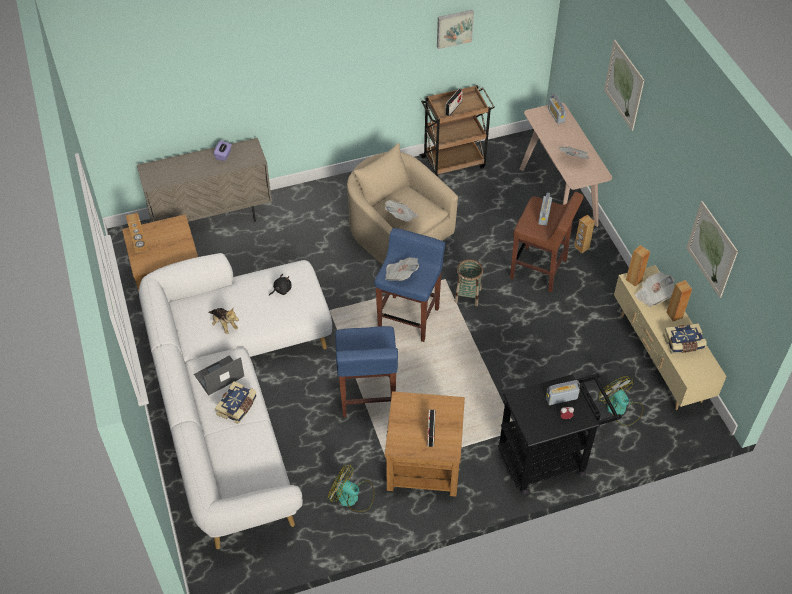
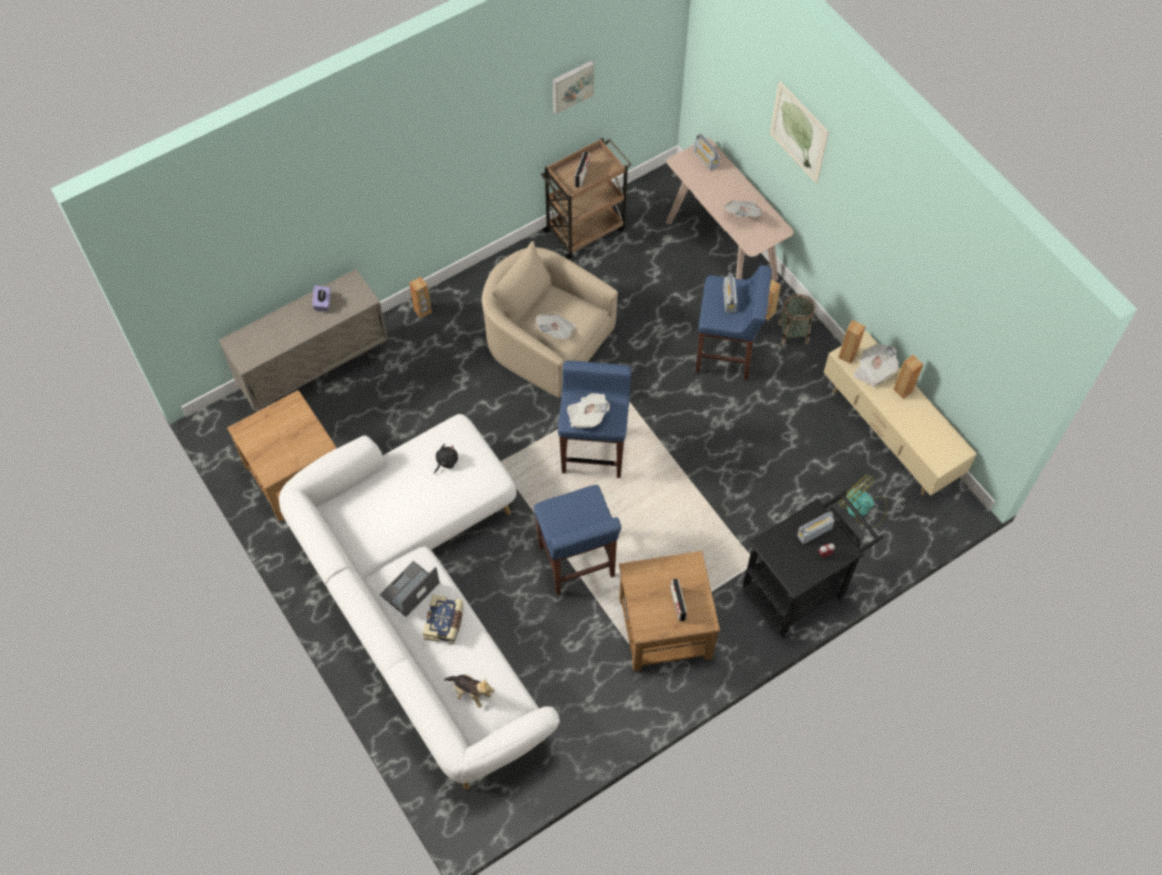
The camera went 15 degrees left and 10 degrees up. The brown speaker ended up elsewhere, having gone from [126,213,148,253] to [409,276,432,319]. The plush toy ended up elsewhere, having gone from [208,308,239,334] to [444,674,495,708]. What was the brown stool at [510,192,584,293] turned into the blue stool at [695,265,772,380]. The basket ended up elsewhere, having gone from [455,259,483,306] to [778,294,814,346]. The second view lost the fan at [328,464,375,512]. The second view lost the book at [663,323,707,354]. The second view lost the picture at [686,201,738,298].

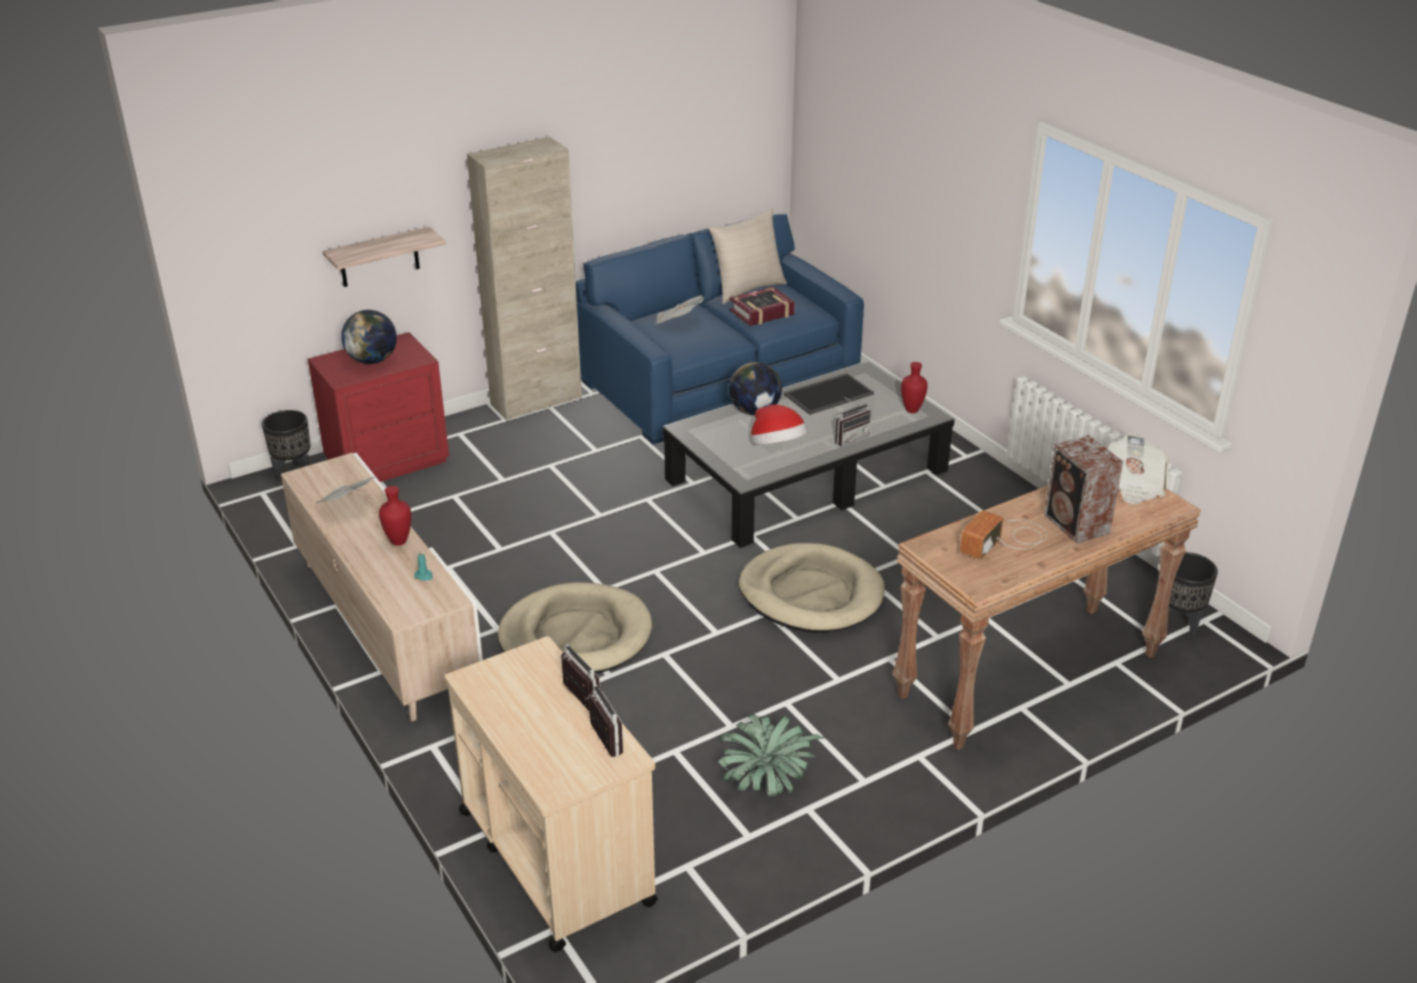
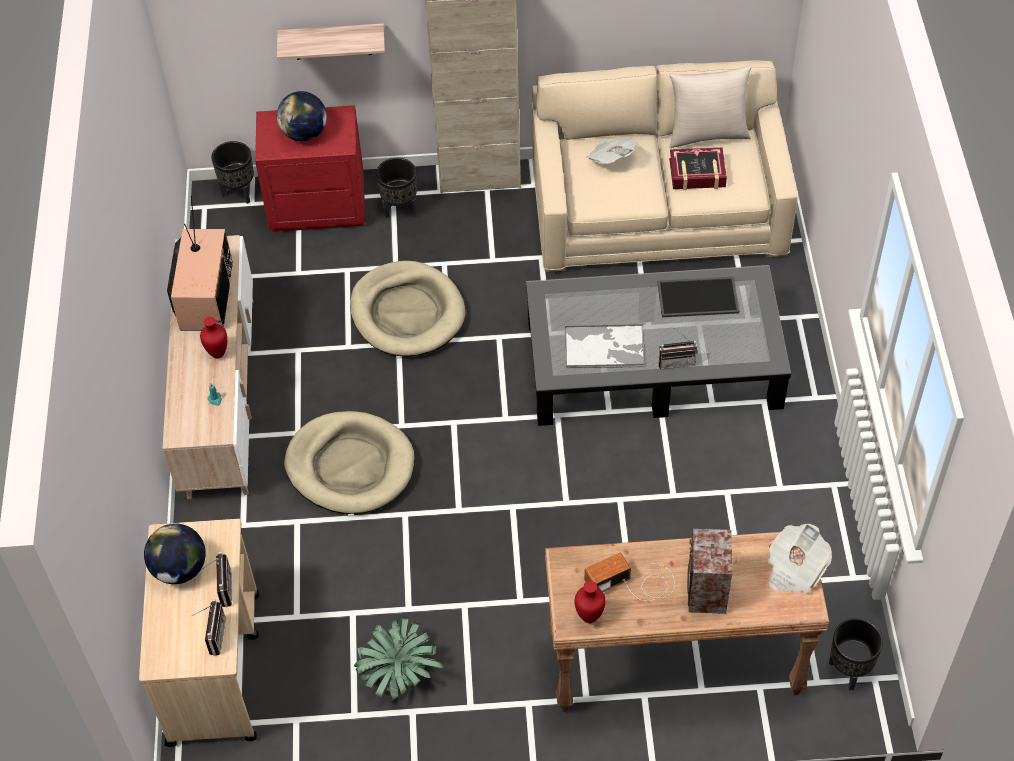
The camera went 30 degrees right and 20 degrees up. The globe ended up elsewhere, having gone from [729,362,782,415] to [144,523,206,584]. Where the newspaper stood at [318,476,377,503], the television came to stand at [167,196,233,331]. The beige dog bed ended up elsewhere, having gone from [739,543,885,632] to [350,261,465,356]. The second view gained the black planter at [376,158,417,218]. What was the blue sofa at [576,214,864,445] turned into the beige sofa at [532,60,798,272]. Where the hat stood at [751,405,808,445], the tray came to stand at [565,324,645,368]. The red vase ended up elsewhere, having gone from [901,362,928,413] to [574,581,605,623].

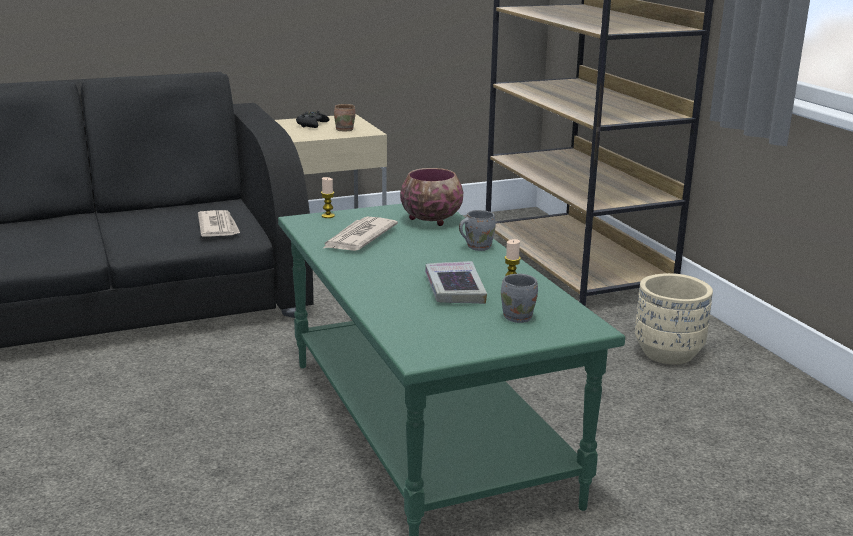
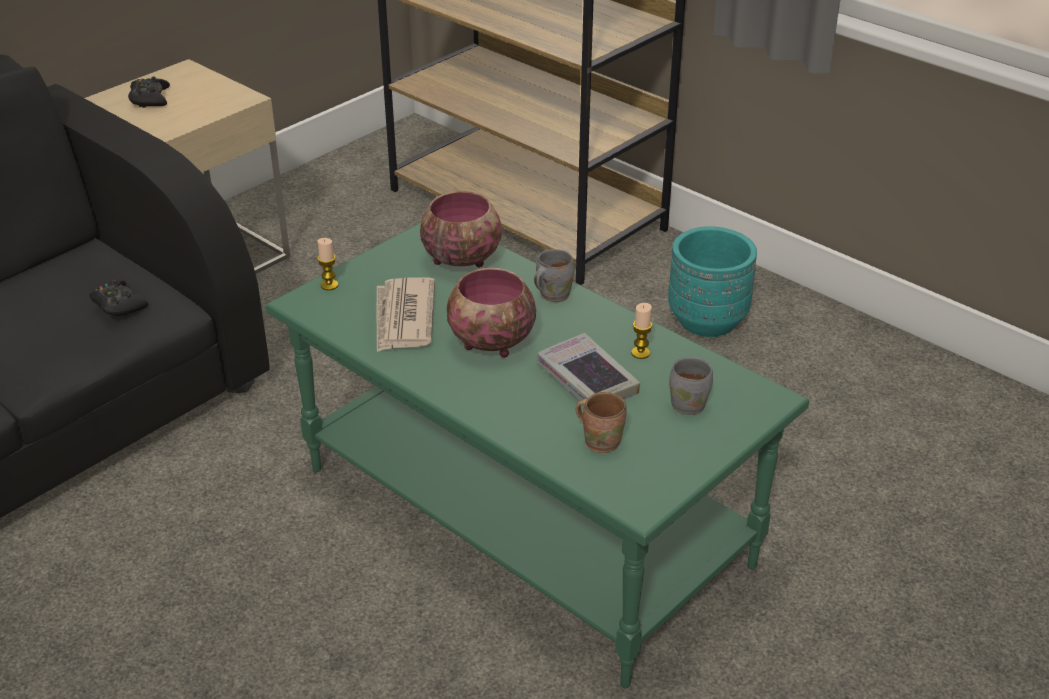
The camera went 25 degrees left and 15 degrees up. Where the newspaper stood at [198,210,240,236], the black game controller came to stand at [89,280,148,317]. The second view gained the bowl at [447,268,536,358]. The brown mug ended up elsewhere, having gone from [334,104,356,132] to [575,392,626,453]. What was the beige planter at [635,273,713,365] turned into the turquoise planter at [668,226,757,337].

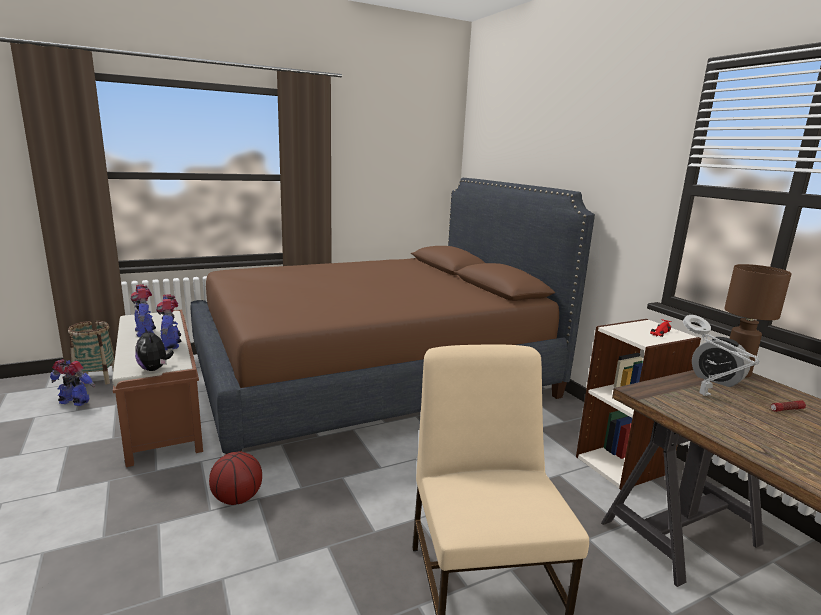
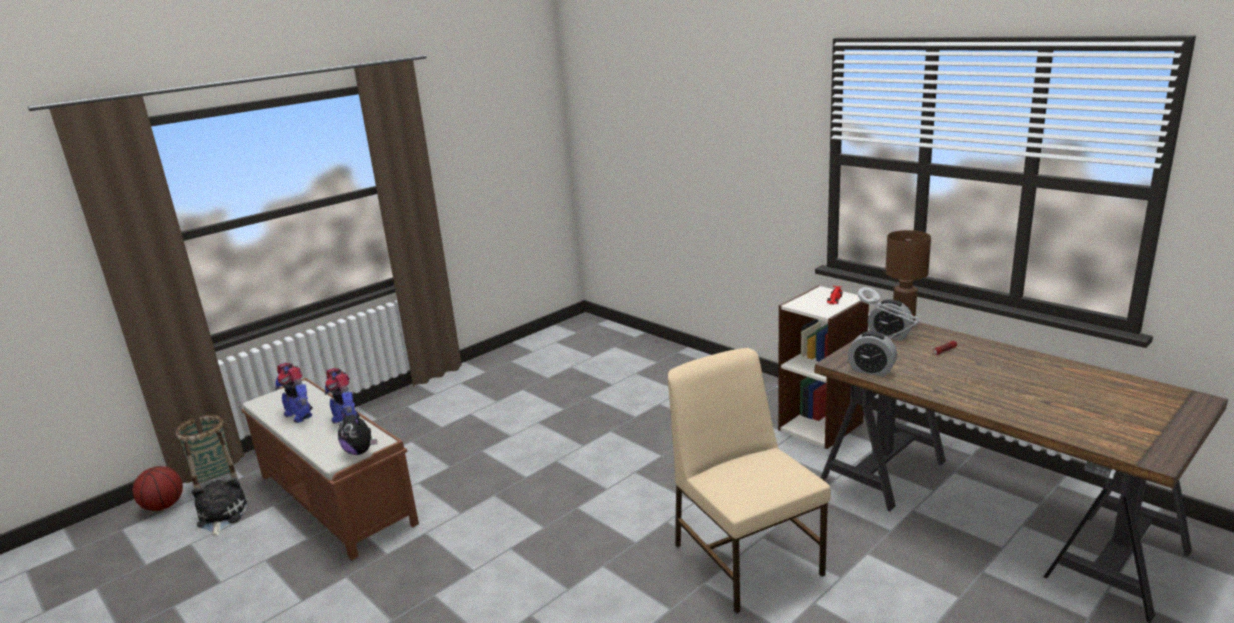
The camera went 15 degrees left and 5 degrees up. The basketball ended up elsewhere, having gone from [209,451,262,505] to [132,466,183,511]. Where the toy robot stood at [50,359,96,406], the plush toy came to stand at [192,478,247,537]. The second view gained the alarm clock at [848,332,897,376]. The second view lost the brown bed at [190,178,595,454].

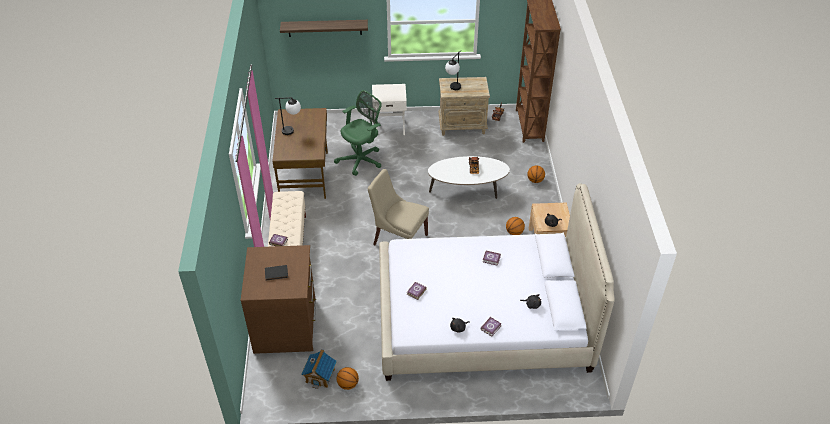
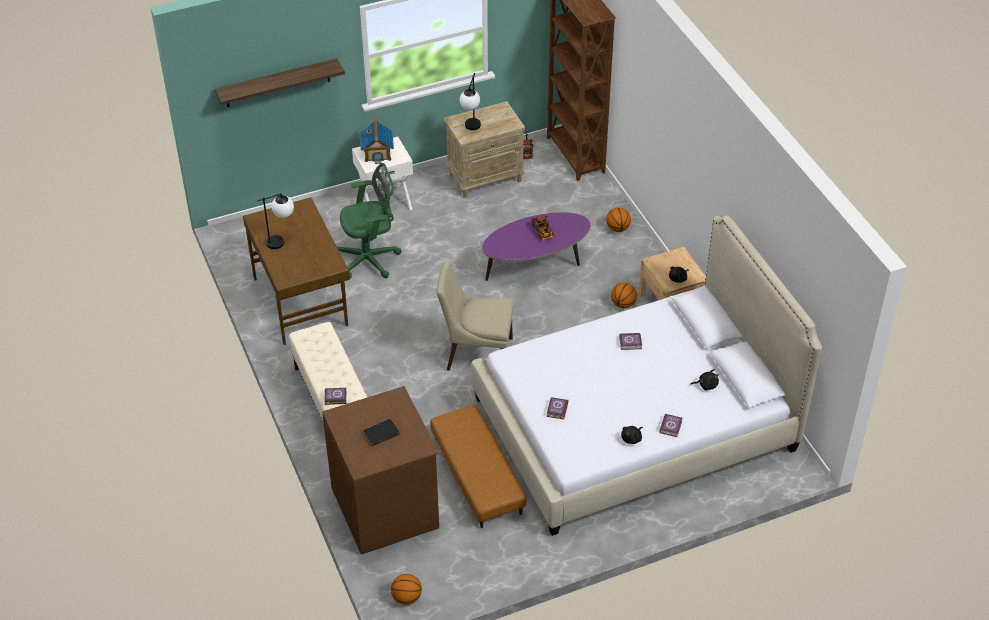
The camera went 20 degrees left and 0 degrees up. The green office chair at [334,90,382,176] ended up facing another way, 45 degrees clockwise from before. The toy house ended up elsewhere, having gone from [301,349,337,389] to [360,119,394,164]. The basketball ended up elsewhere, having gone from [337,367,359,390] to [391,574,422,605]. The second view gained the brown ottoman at [430,405,527,528]. What was the white coffee table at [428,156,510,199] turned into the purple coffee table at [482,212,590,281].

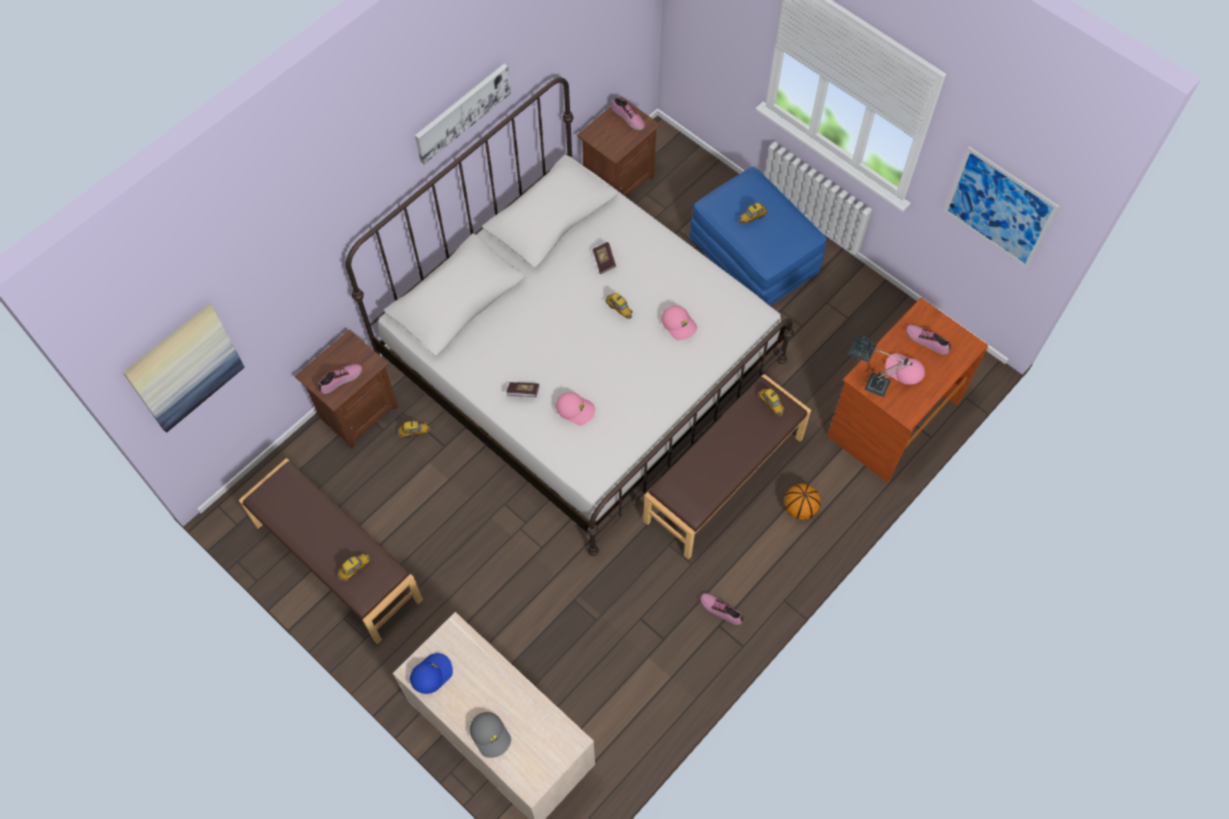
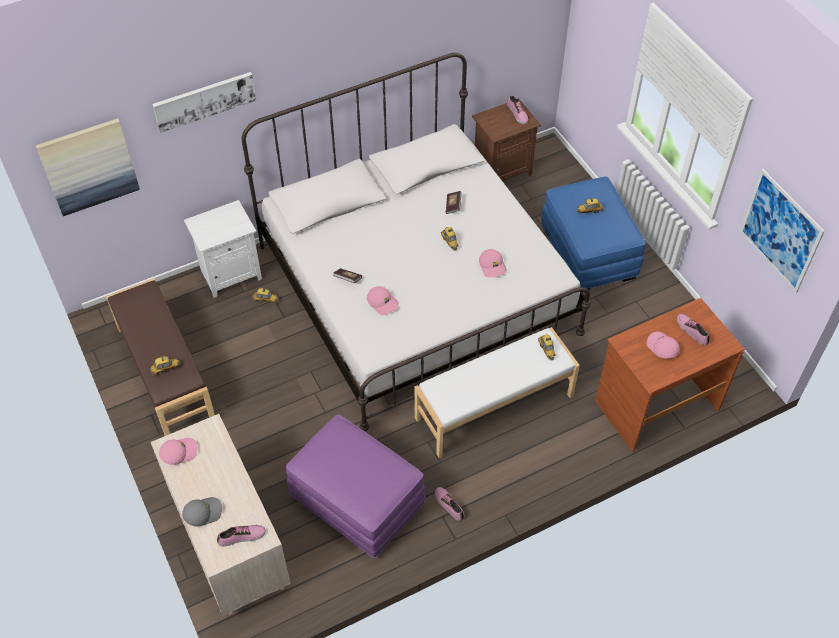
The camera went 20 degrees right and 10 degrees down. The picture ended up elsewhere, having gone from [415,64,511,164] to [152,72,256,133]. What was the blue cap at [410,653,453,694] turned into the pink cap at [159,438,197,465]. The grey cap at [470,712,511,758] ended up facing another way, 105 degrees counterclockwise from before. What was the brown nightstand at [295,329,398,449] turned into the white nightstand at [184,200,262,298]. The shoe ended up elsewhere, having gone from [318,364,362,394] to [217,525,266,547]. The second view gained the purple ottoman at [286,414,425,559]. What was the brown bench at [643,374,811,560] turned into the white bench at [414,327,580,458]. The second view lost the basketball at [784,483,821,520]. The second view lost the table lamp at [849,336,913,397].

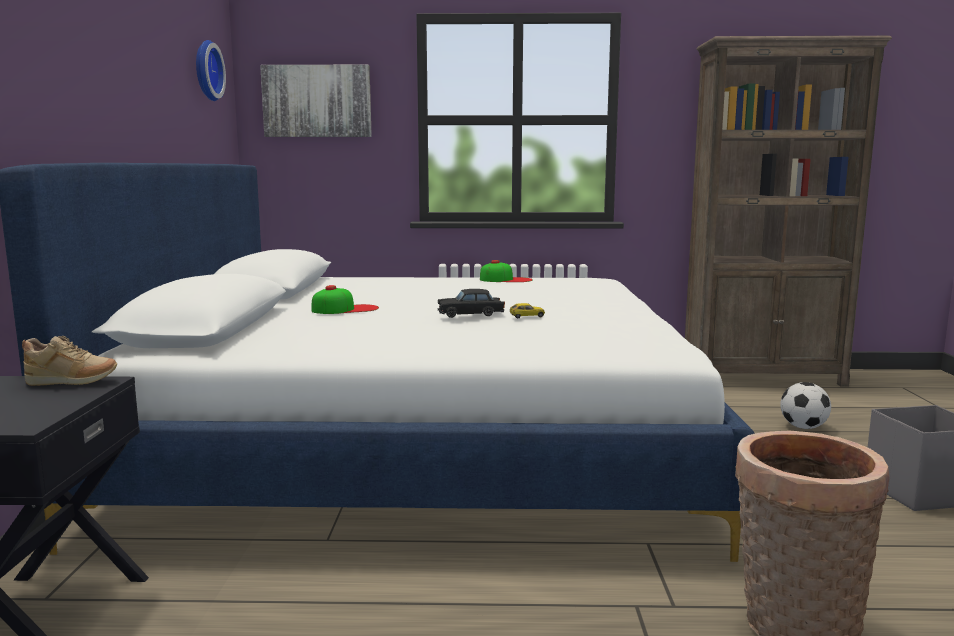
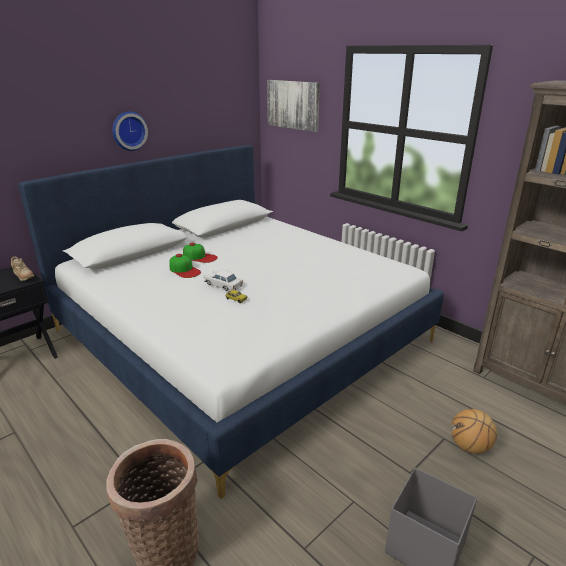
The camera went 45 degrees right and 15 degrees up. The wall clock ended up elsewhere, having gone from [196,40,226,101] to [112,111,148,151]. The cap ended up elsewhere, having gone from [480,260,533,282] to [169,254,201,278]. What was the black toy car at [438,289,505,318] turned into the white toy car at [204,270,243,291]. Where the football stood at [780,382,831,429], the basketball came to stand at [451,409,497,454].

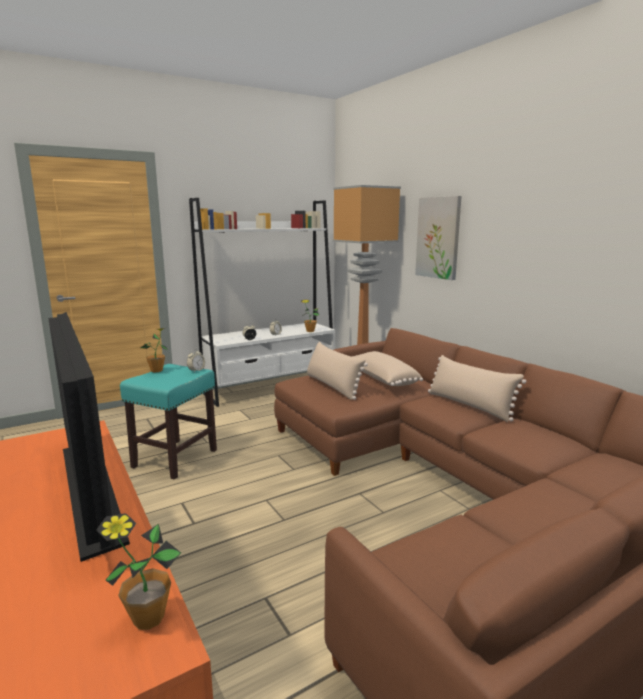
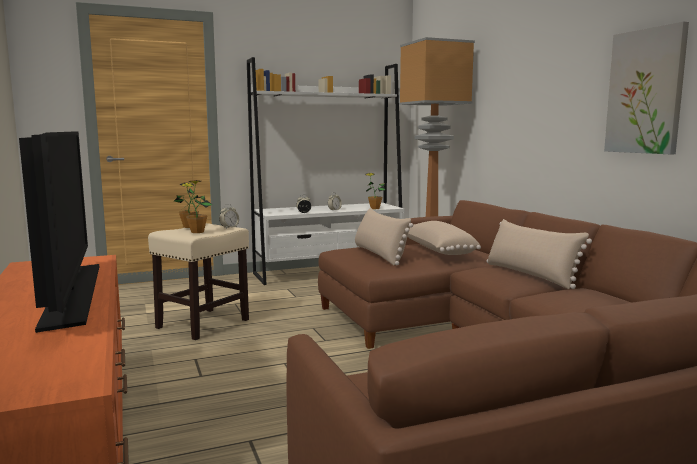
The camera went 10 degrees right and 5 degrees down. What was the turquoise stool at [120,364,217,480] turned into the beige stool at [148,223,249,340]. The potted plant ended up elsewhere, having gone from [96,513,181,630] to [180,183,212,233]. The picture ended up elsewhere, having gone from [415,196,462,280] to [604,21,689,154].

